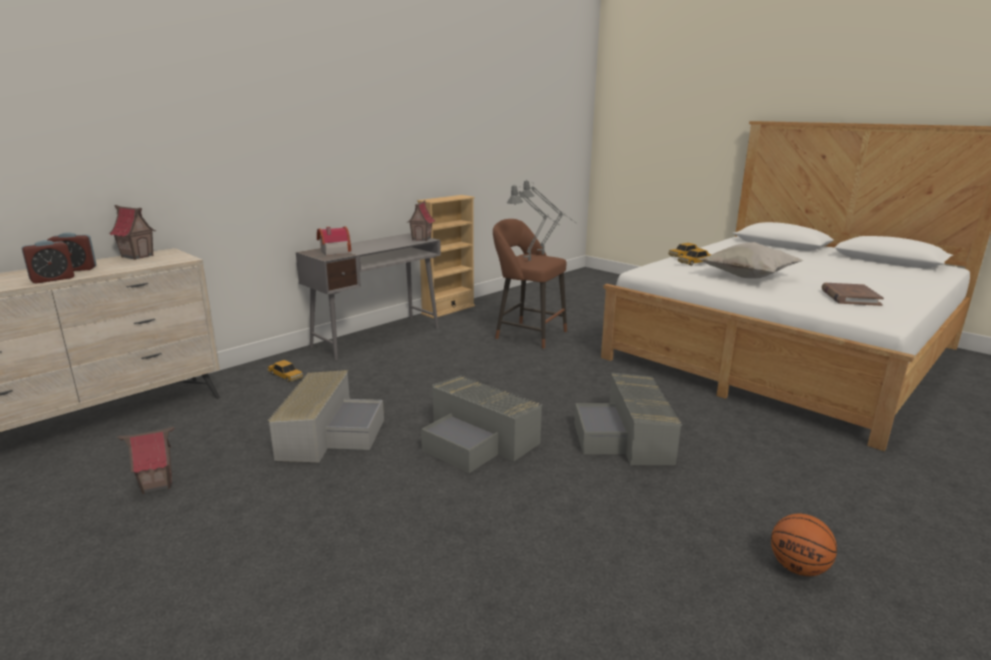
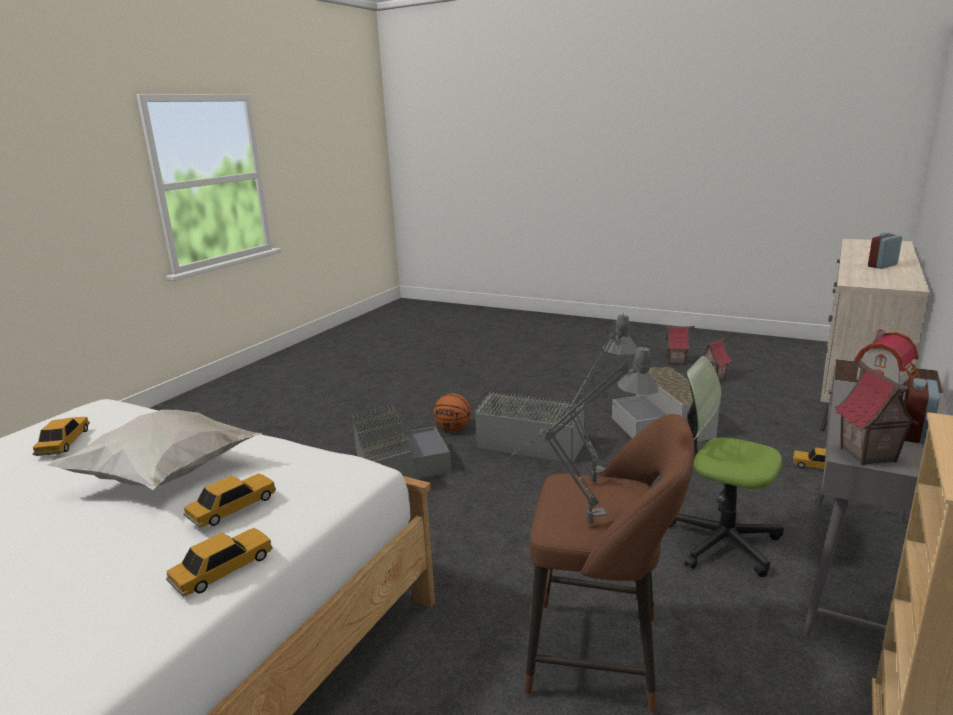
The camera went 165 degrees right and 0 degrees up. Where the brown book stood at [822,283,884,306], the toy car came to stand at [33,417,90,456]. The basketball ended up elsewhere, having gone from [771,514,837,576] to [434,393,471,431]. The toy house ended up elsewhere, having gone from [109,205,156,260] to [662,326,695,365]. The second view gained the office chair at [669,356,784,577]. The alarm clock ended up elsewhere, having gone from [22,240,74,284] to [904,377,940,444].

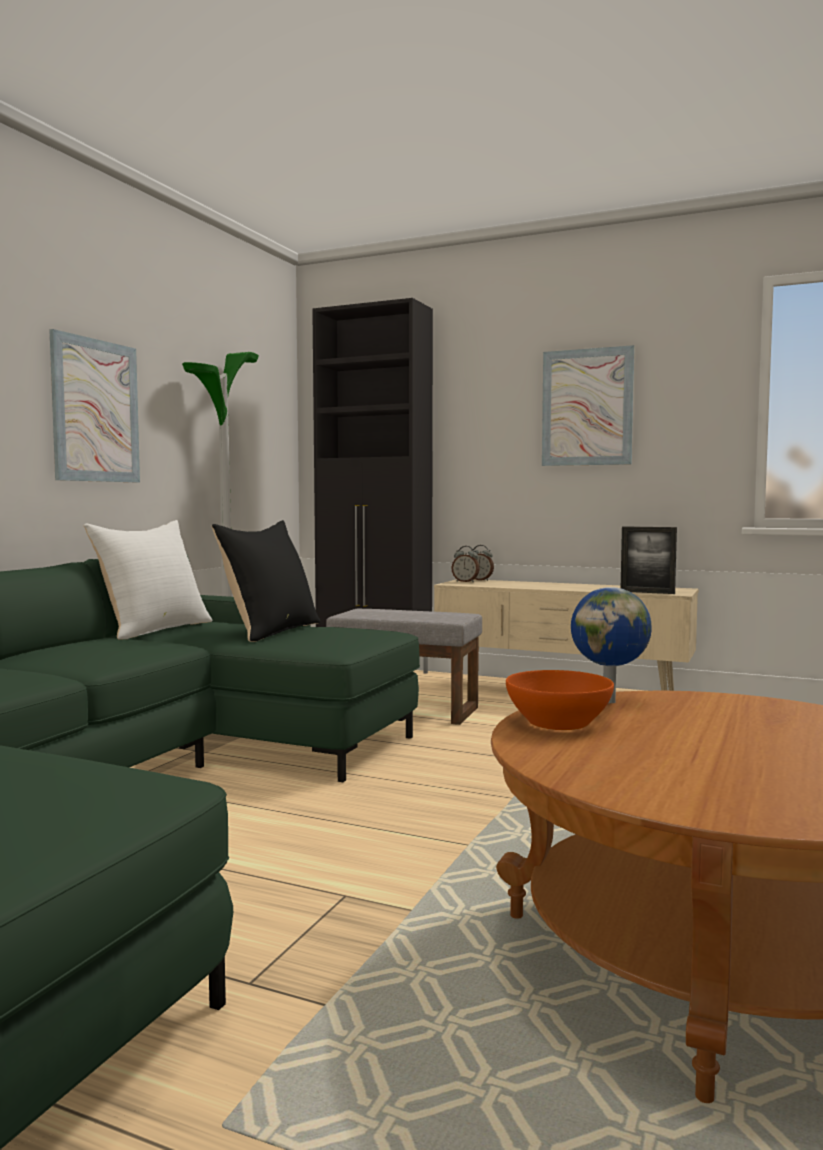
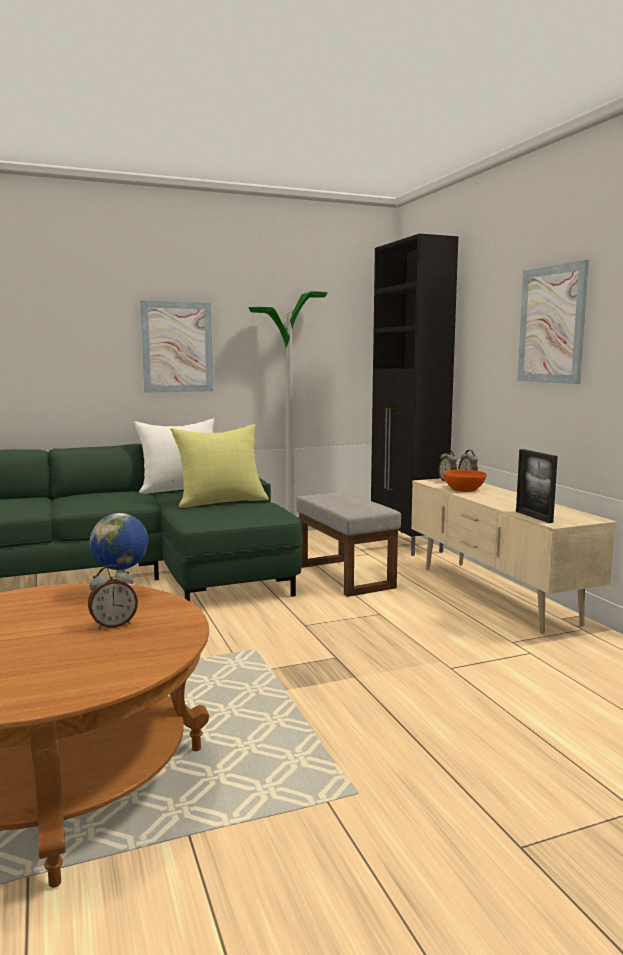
The camera went 45 degrees right and 5 degrees up. The second view gained the alarm clock at [88,565,138,629]. What was the black pillow at [212,520,320,642] turned into the yellow pillow at [170,424,269,508]. The orange bowl ended up elsewhere, having gone from [506,670,614,730] to [443,470,487,492].

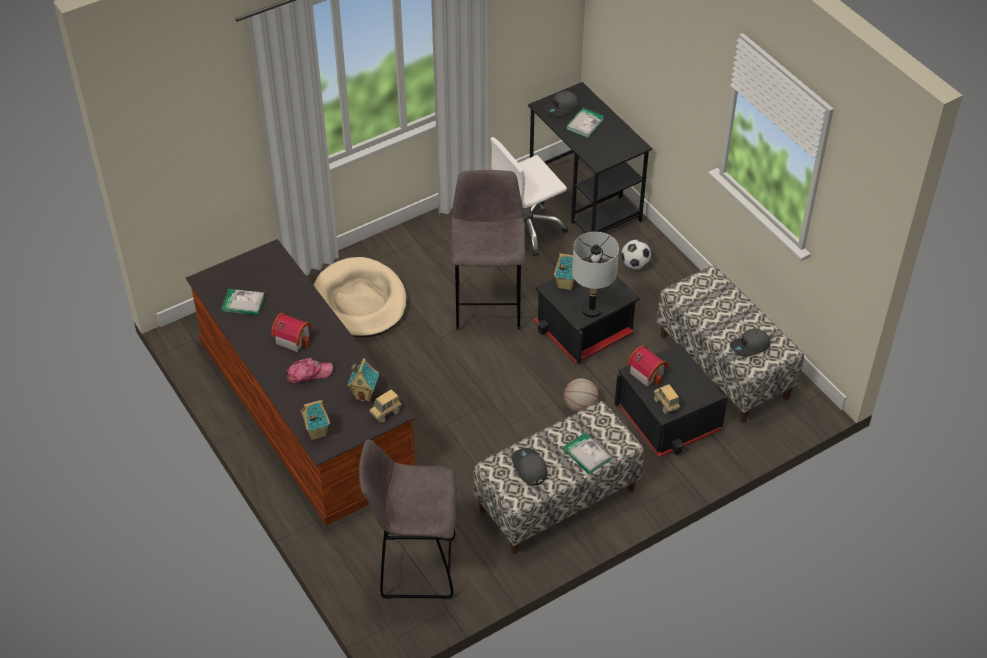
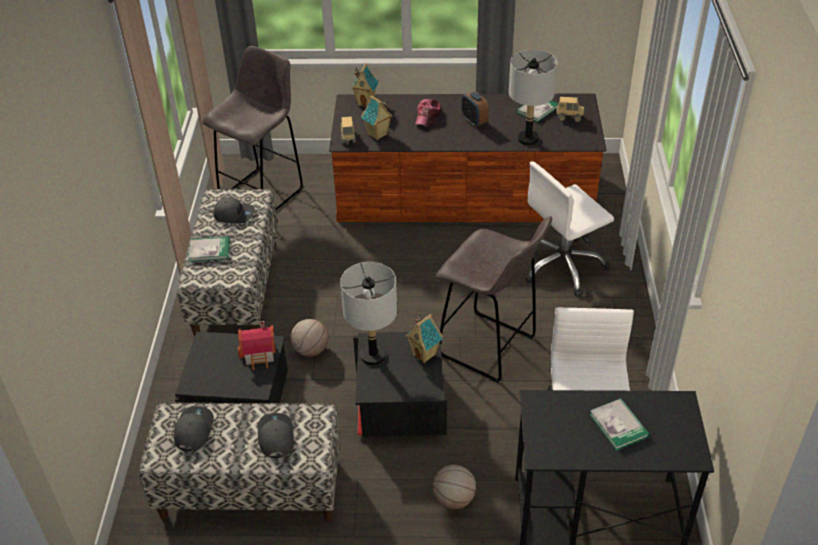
The camera went 125 degrees right and 5 degrees down. The grey cap ended up elsewhere, having gone from [544,91,579,116] to [258,413,294,458]. Where the football stood at [621,240,651,269], the basketball came to stand at [433,465,476,509]. Where the toy house stood at [271,313,312,352], the alarm clock came to stand at [461,91,489,127]. The second view gained the grey table lamp at [509,50,557,146]. Where the beige dog bed stood at [314,257,407,337], the white office chair came to stand at [525,161,614,296]. The toy truck ended up elsewhere, having gone from [654,384,680,414] to [556,97,584,122].

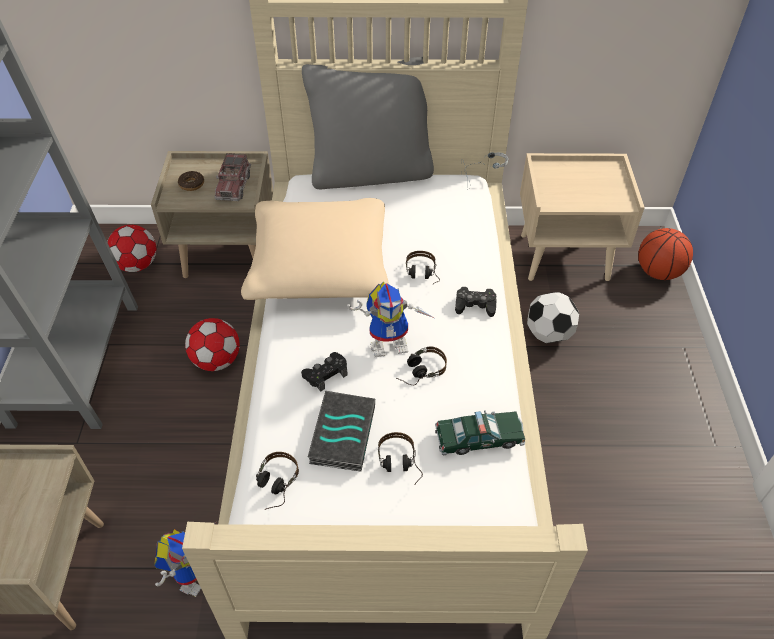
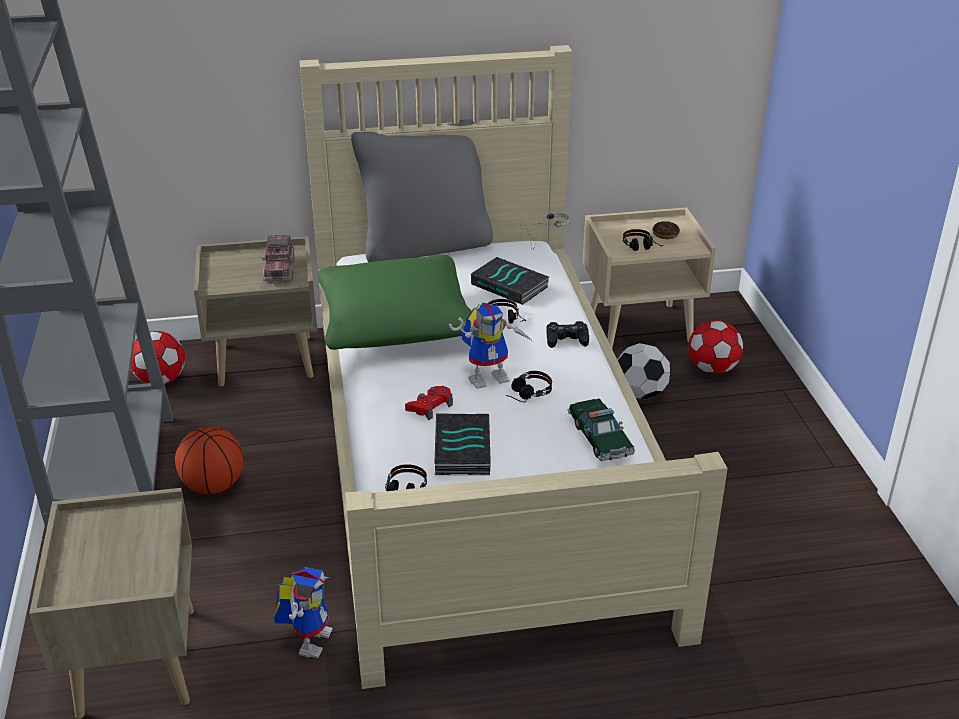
The camera went 10 degrees left and 15 degrees down. The basketball ended up elsewhere, having gone from [638,228,693,280] to [175,426,244,494]. What was the beige pillow at [241,198,389,300] turned into the green pillow at [317,254,471,350]. What was the black game controller at [301,352,348,392] turned into the red game controller at [405,386,453,420]. The second view gained the book at [471,257,549,305]. The toy car at [435,410,525,455] ended up facing another way, 90 degrees clockwise from before. The headphones ended up elsewhere, having gone from [378,432,423,485] to [623,229,663,251]. The donut ended up elsewhere, having gone from [178,171,204,191] to [653,221,680,239]. The football ended up elsewhere, having gone from [185,318,240,371] to [688,320,743,374].

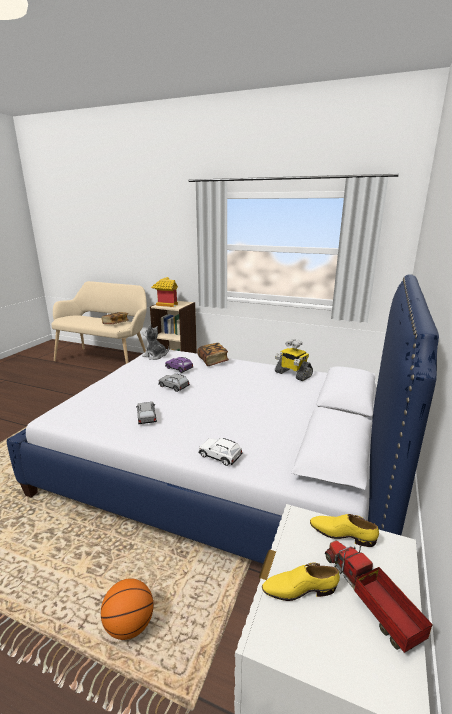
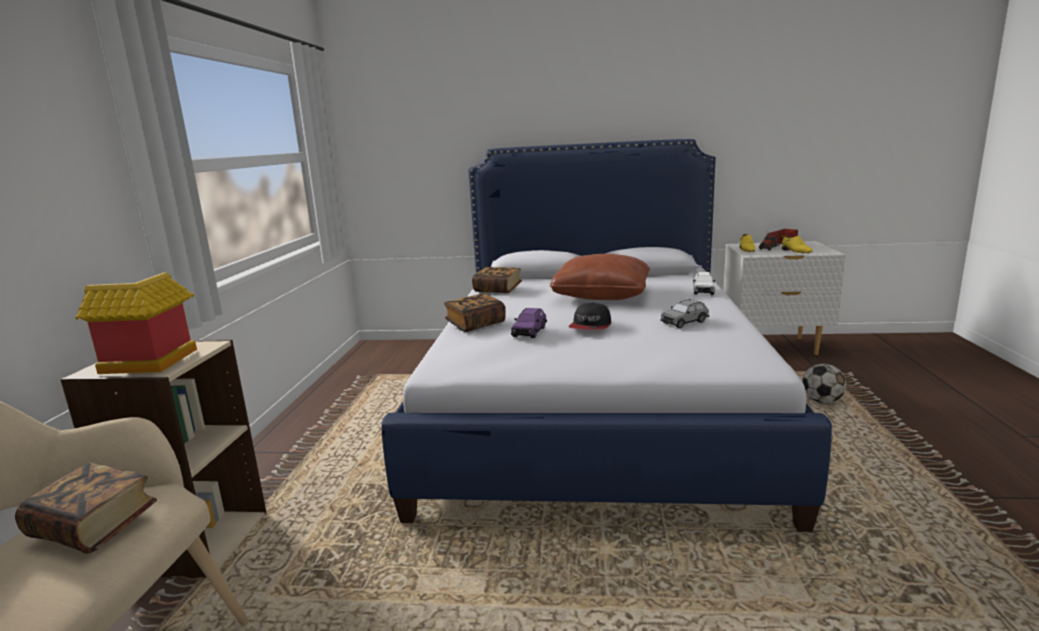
The camera went 105 degrees left and 5 degrees down. Where the toy robot stood at [275,339,313,381], the book came to stand at [472,267,522,293]. The second view gained the brown pillow at [550,254,650,300]. Where the grey toy car stood at [158,374,190,392], the cap came to stand at [568,302,611,330]. Where the basketball stood at [101,578,154,640], the football came to stand at [802,364,846,403]. The second view lost the plush toy at [142,325,169,360].

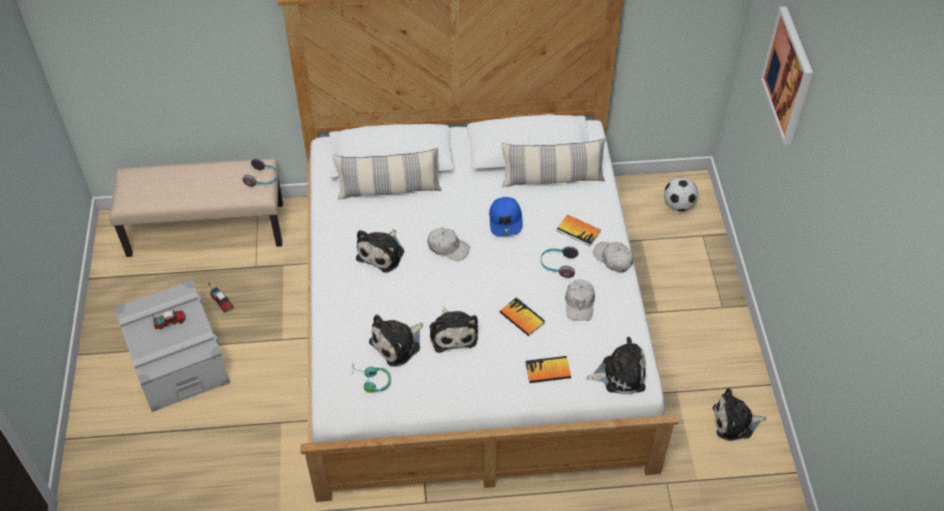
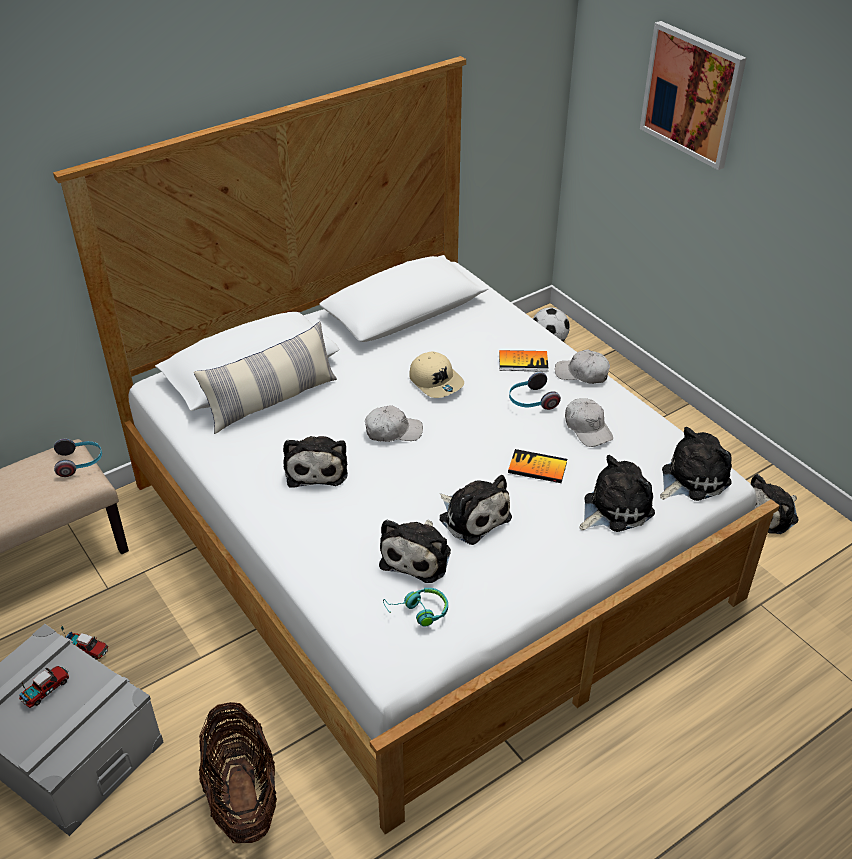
The camera went 30 degrees left and 10 degrees down. The second view gained the basket at [199,702,277,843]. What was the blue cap at [489,197,523,236] turned into the beige cap at [409,351,464,398]. Where the book stood at [525,356,571,383], the plush toy came to stand at [579,455,655,532]. The second view lost the pillow at [501,138,605,187].

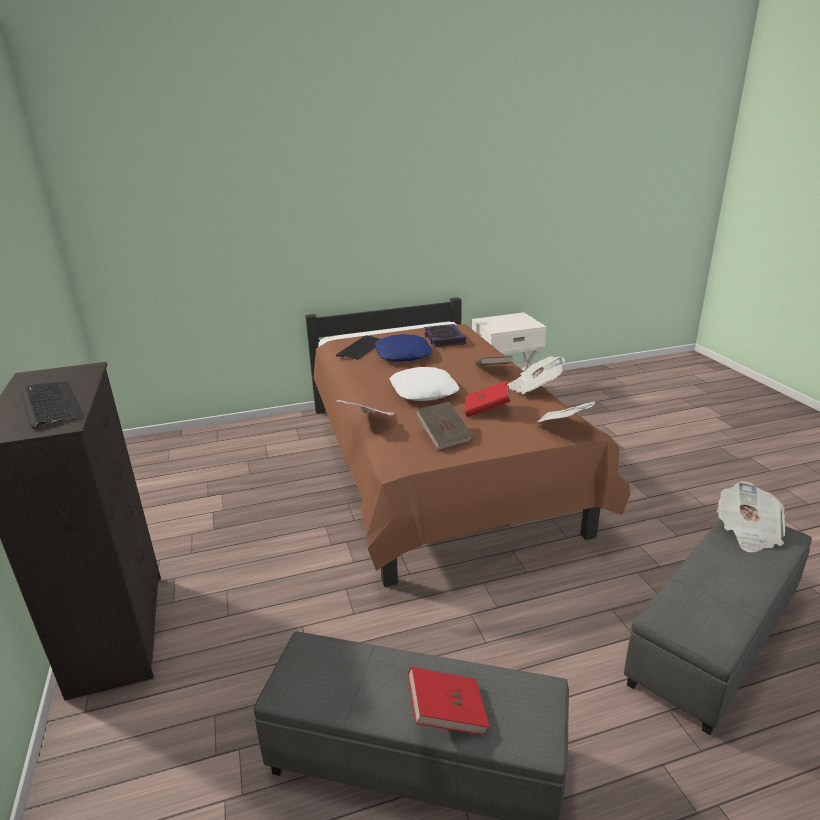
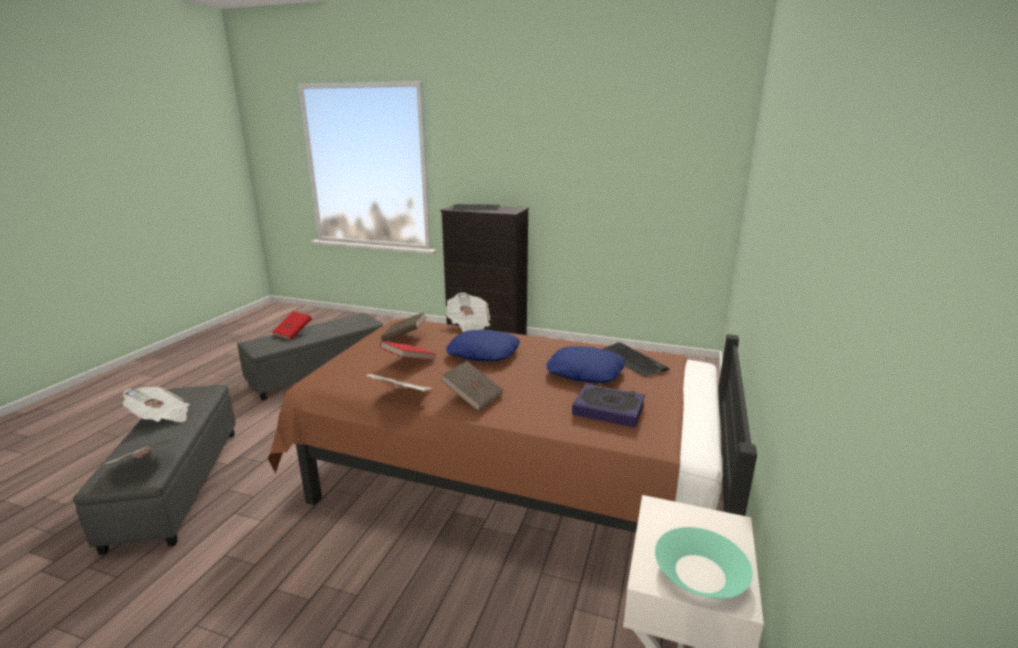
The camera went 125 degrees right and 5 degrees down. The newspaper ended up elsewhere, having gone from [534,401,595,423] to [123,387,190,422]. What was the white pillow at [390,367,459,401] turned into the blue pillow at [446,330,520,361]. The second view gained the turquoise bowl at [655,527,753,599].

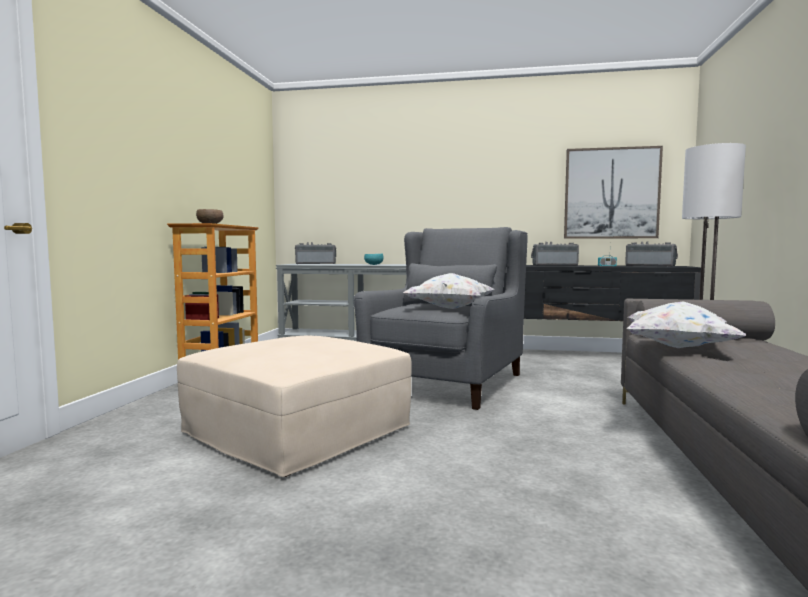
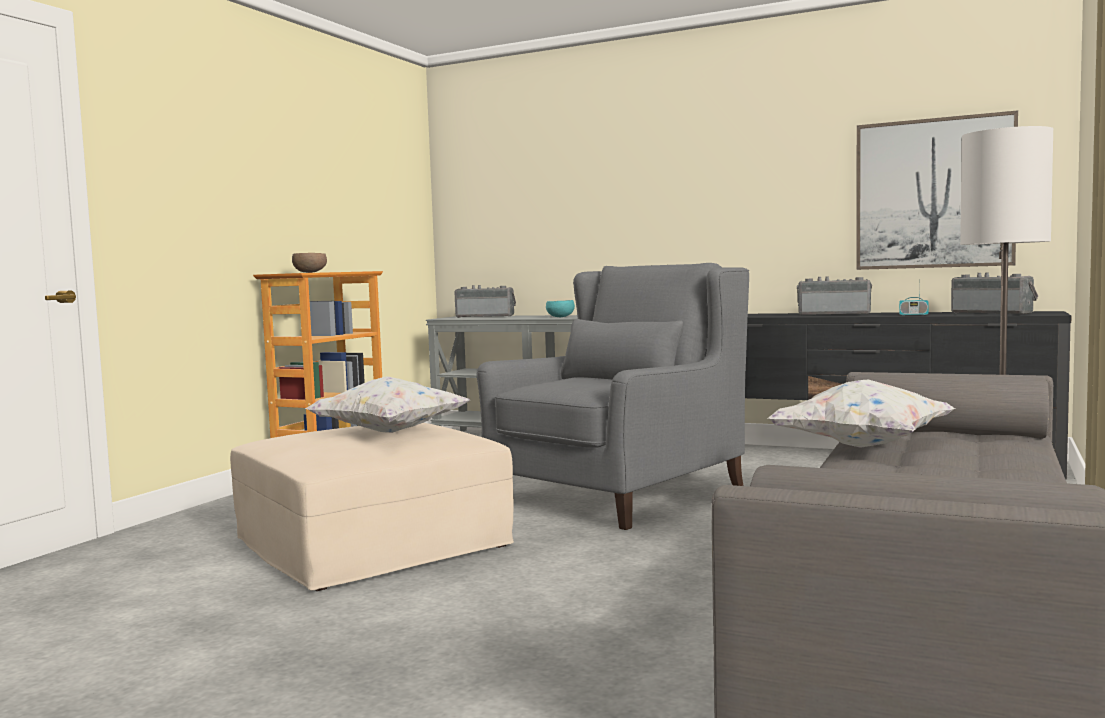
The camera went 15 degrees right and 0 degrees up. The white pillow ended up elsewhere, having gone from [403,273,495,309] to [305,376,470,433].

